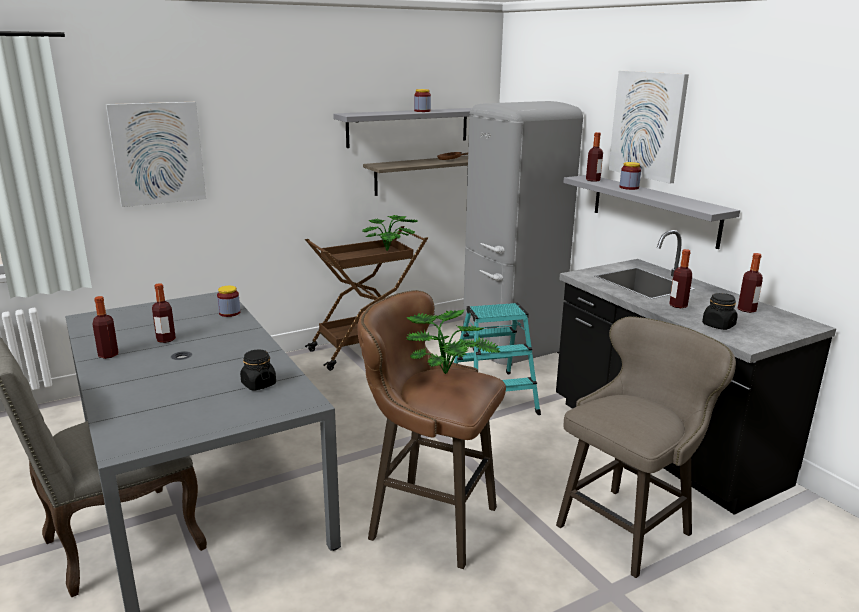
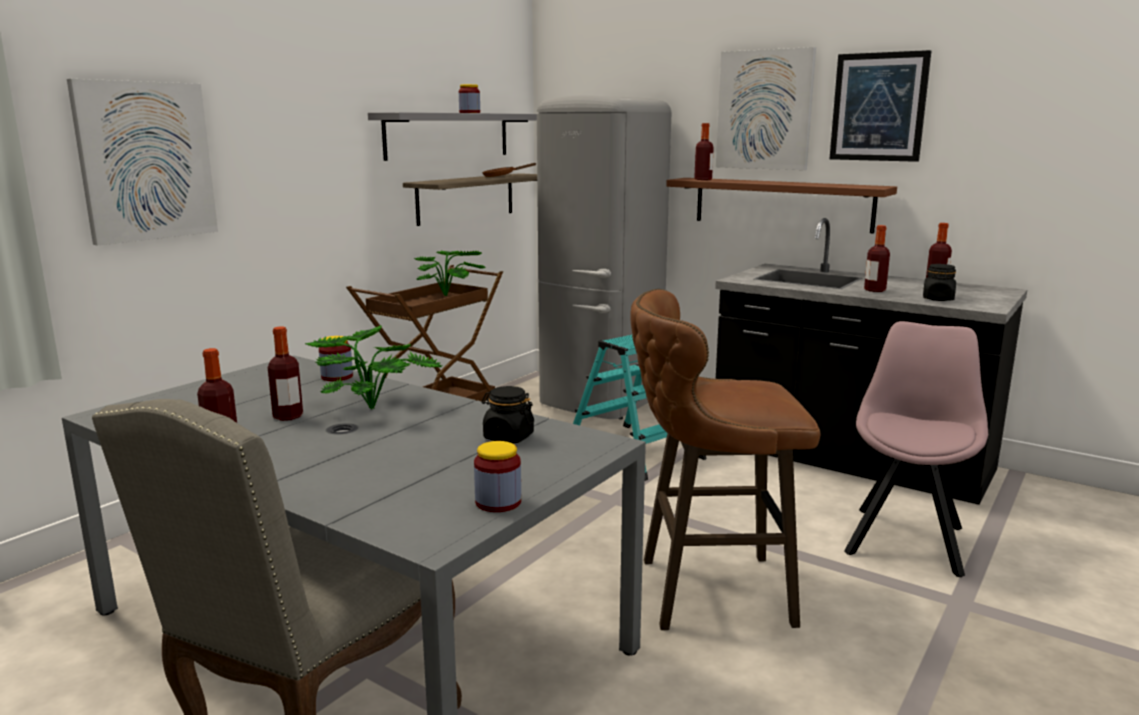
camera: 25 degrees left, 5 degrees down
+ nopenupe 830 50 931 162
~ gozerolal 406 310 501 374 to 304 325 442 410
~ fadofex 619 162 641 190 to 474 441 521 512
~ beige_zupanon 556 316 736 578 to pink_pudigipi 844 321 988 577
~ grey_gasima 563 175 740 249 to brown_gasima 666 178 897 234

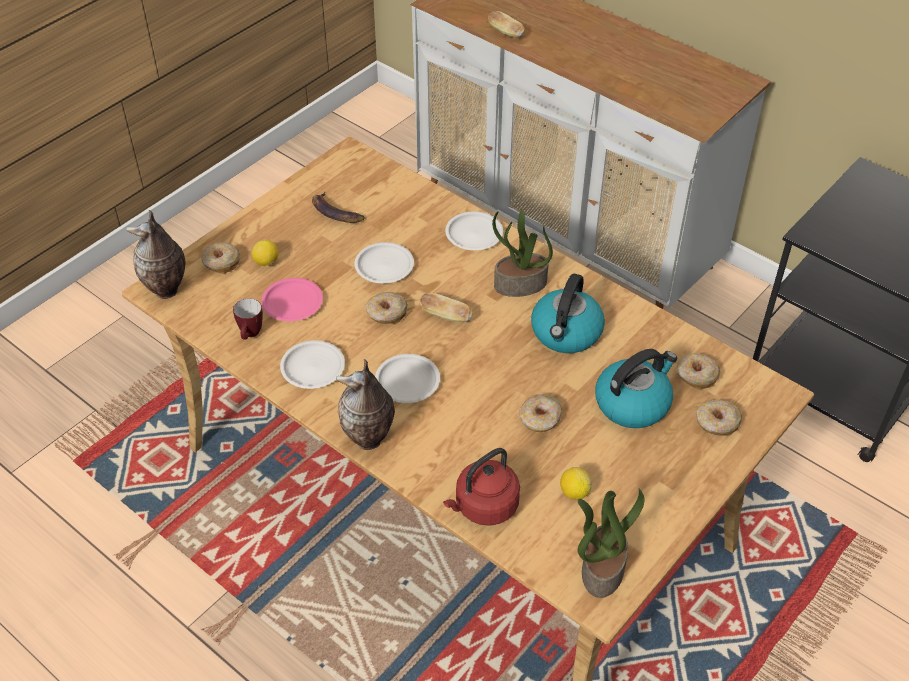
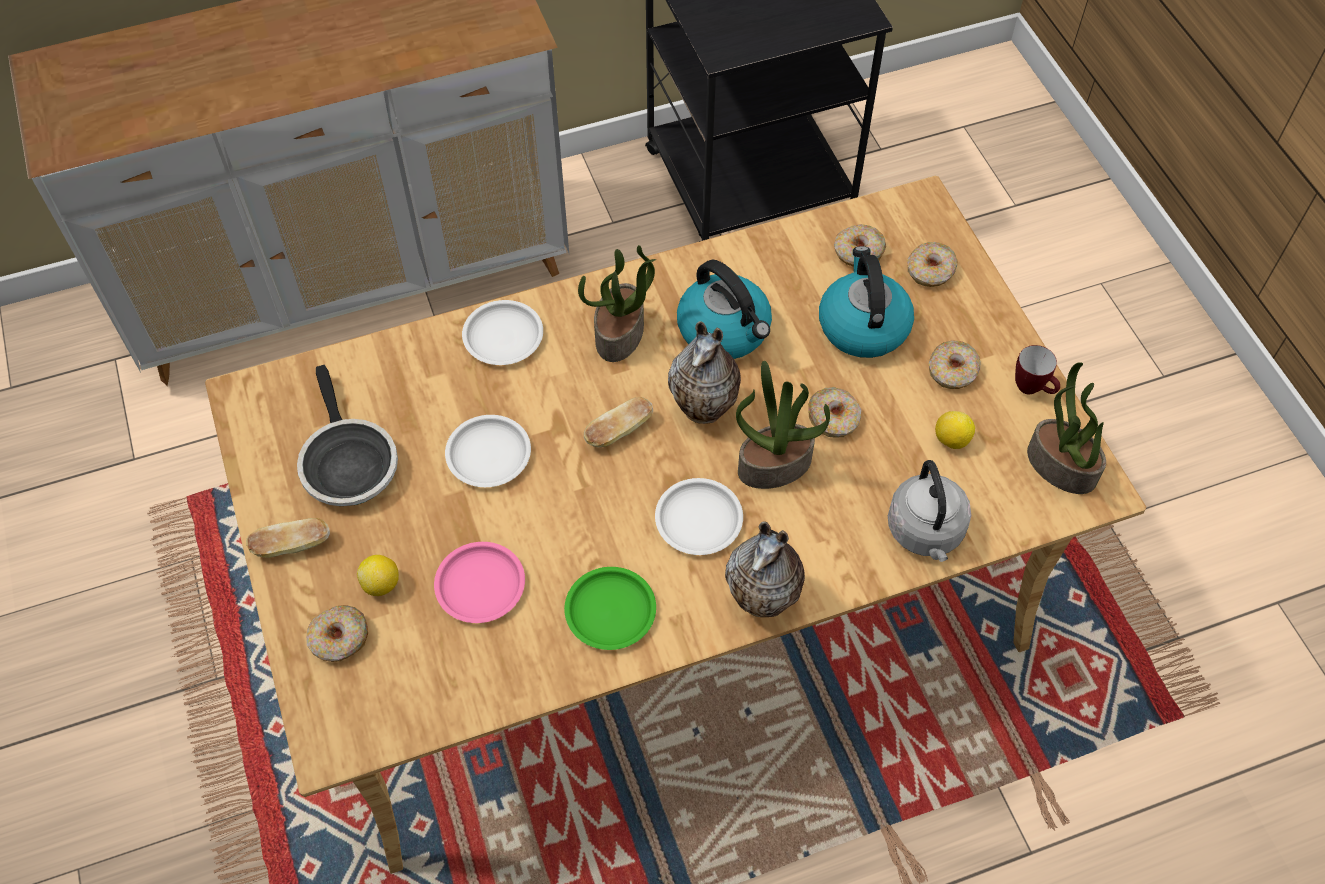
camera: 60 degrees left, 10 degrees up
+ gozerolal 736 361 830 489
~ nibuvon 126 210 186 299 to 668 321 741 424
~ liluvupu 233 298 263 340 to 1015 345 1060 395
~ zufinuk 366 292 408 324 to 928 340 980 389
~ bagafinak 488 11 524 38 to 246 518 330 558
~ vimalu 312 191 365 223 to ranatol 297 365 398 506
~ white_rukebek 280 340 345 389 to green_rukebek 564 567 656 650
~ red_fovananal 443 448 520 526 to grey_fovananal 888 460 971 562

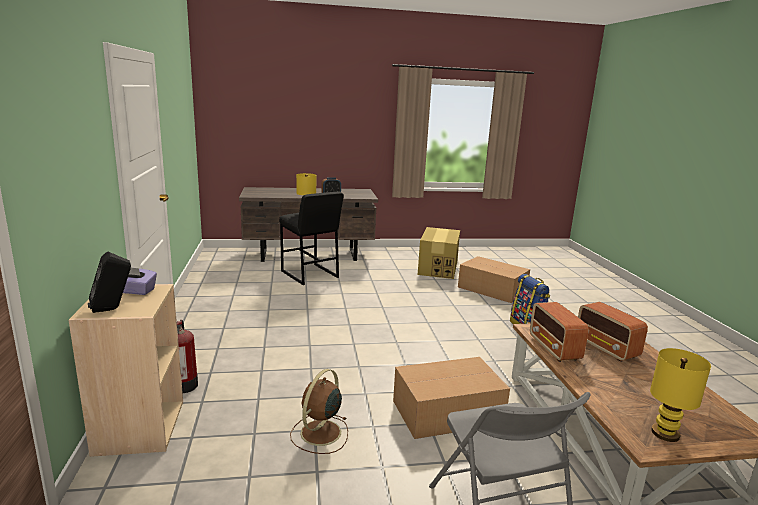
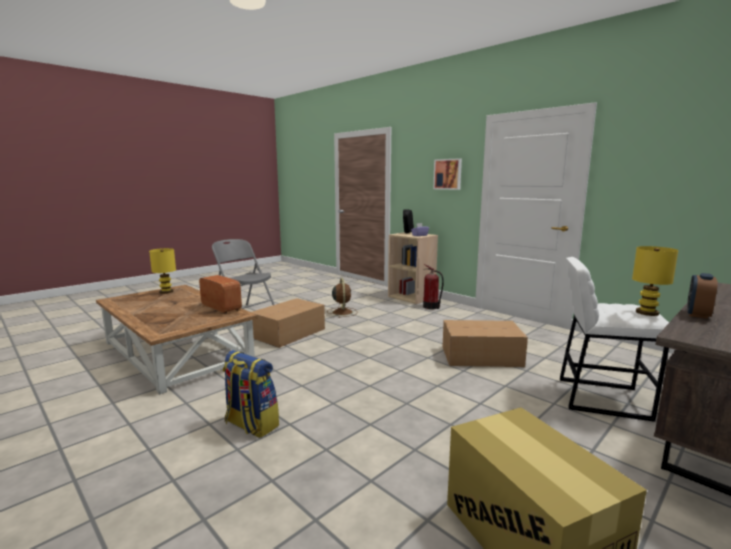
camera: 145 degrees right, 5 degrees down
- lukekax 578 302 648 362
+ nopenupe 433 158 462 190
~ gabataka 458 256 530 303 to 443 320 528 367
~ black_zupanon 279 192 344 285 to white_zupanon 560 257 669 422

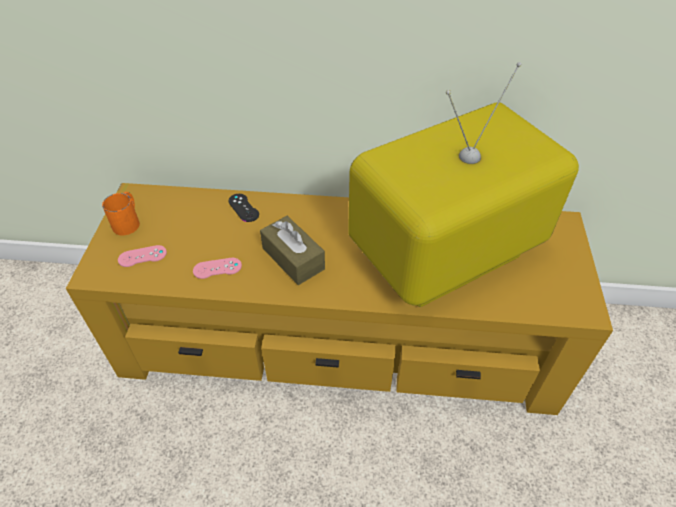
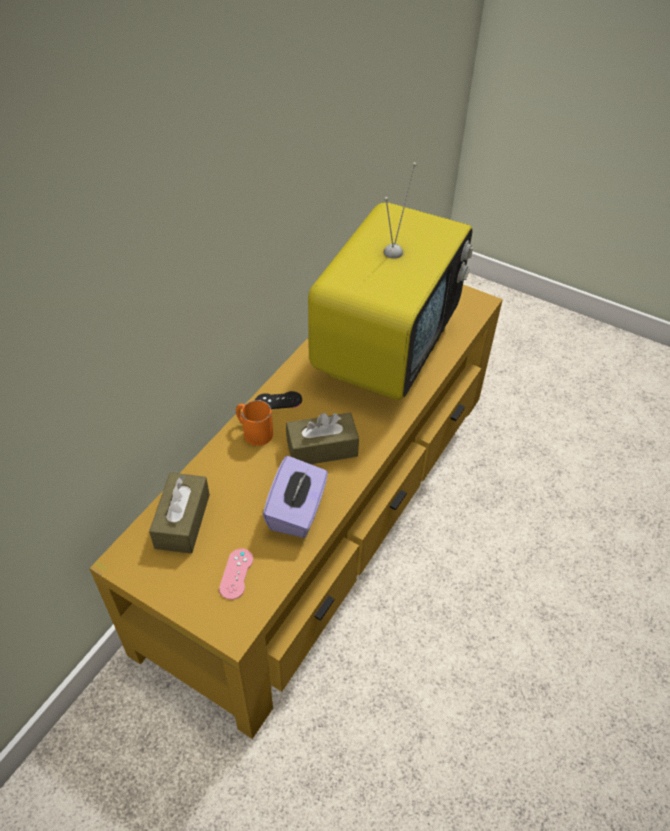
camera: 65 degrees left, 0 degrees up
+ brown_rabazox 149 473 210 554
~ orange_liluvupu 102 192 140 235 to 236 400 273 446
~ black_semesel 228 194 259 222 to 255 391 302 409
~ pink_semesel 193 258 242 279 to purple_rabazox 263 456 328 538
~ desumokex 348 62 579 307 = 308 162 473 400 150 degrees counterclockwise

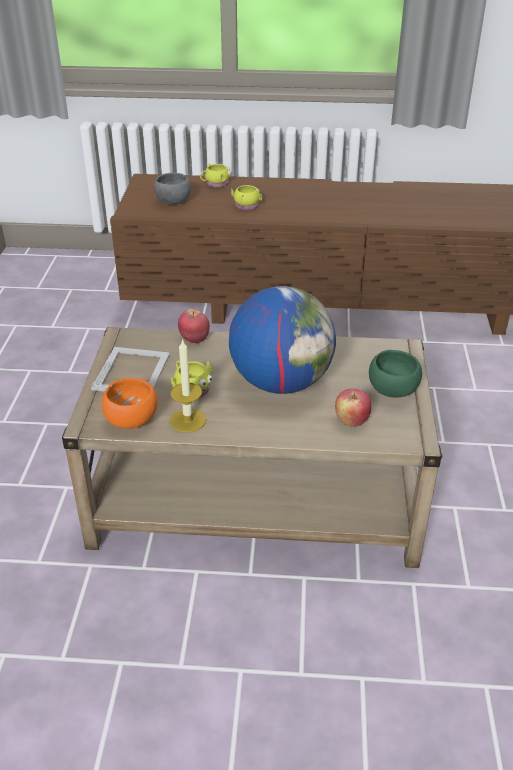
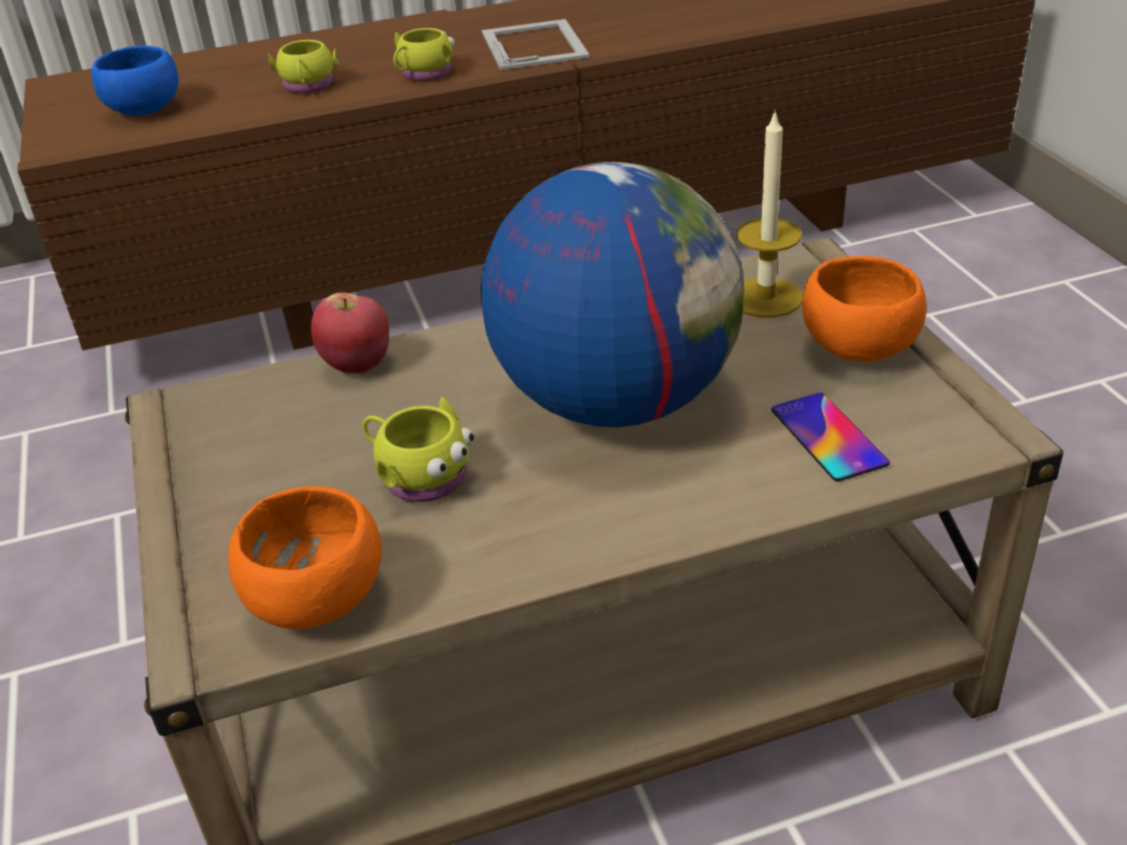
camera: 20 degrees left, 0 degrees up
~ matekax 91 347 170 392 to 482 19 590 70
~ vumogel 170 338 206 432 to 737 109 803 318
~ yellow_liluvupu 200 164 231 188 to 393 28 455 81
~ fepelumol 335 389 371 427 to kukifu 771 393 890 481
~ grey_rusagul 154 173 191 205 to blue_rusagul 92 46 178 116
~ green_rusagul 369 350 422 397 to orange_rusagul 802 256 927 362

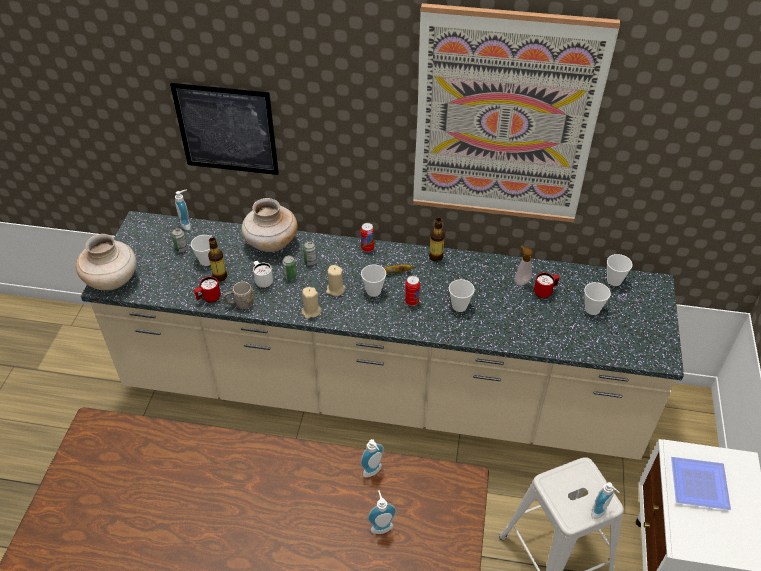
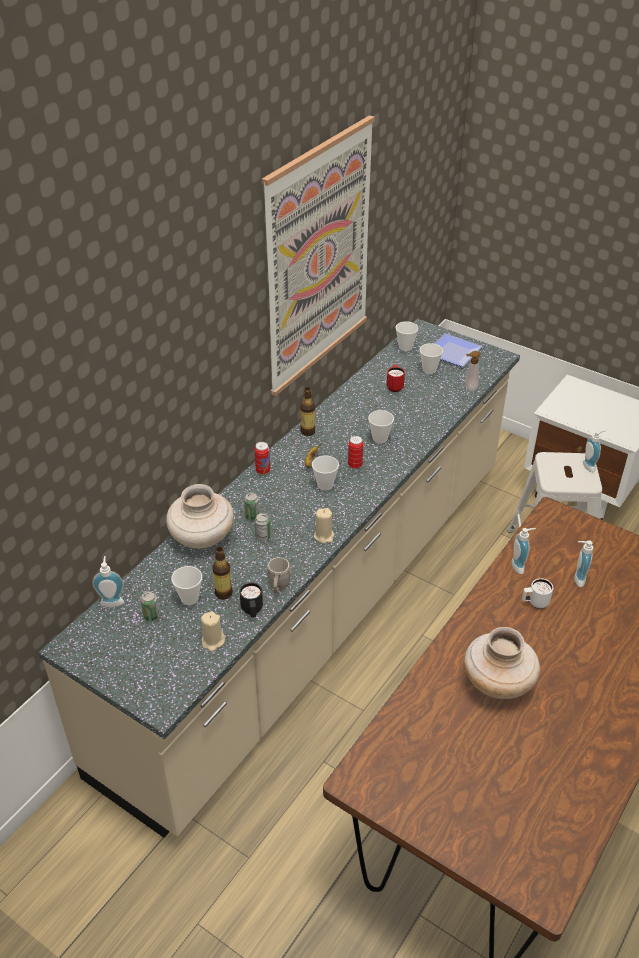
camera: 65 degrees left, 5 degrees down
- nopenupe 170 83 279 175
~ beige_nibuvon 76 234 137 290 to 464 627 540 699
~ white_liluvupu 253 261 273 288 to 522 578 553 609
~ beige_vumogel 326 265 345 296 to 201 611 225 652
~ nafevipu 514 246 533 286 to 465 351 480 392
~ rukebek 671 457 731 510 to 434 333 482 367
~ red_liluvupu 194 277 221 303 to black_liluvupu 240 583 263 618

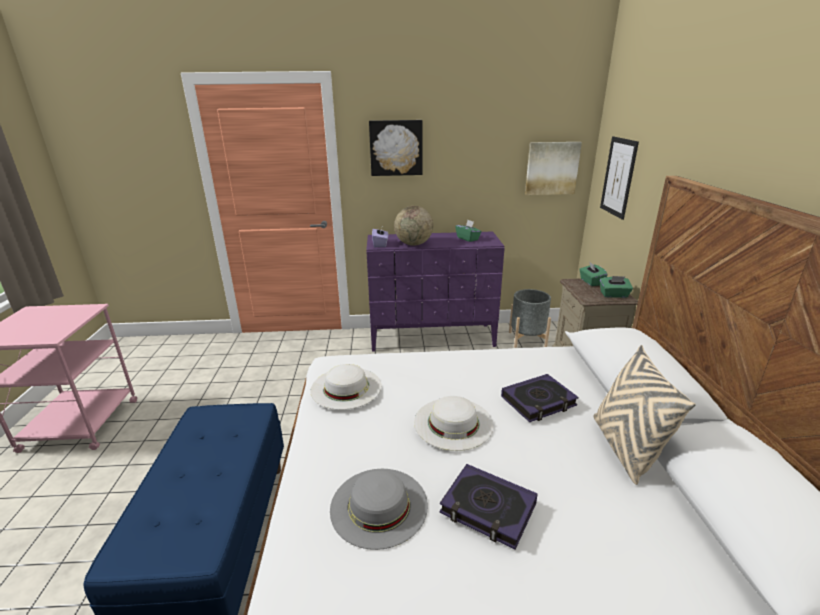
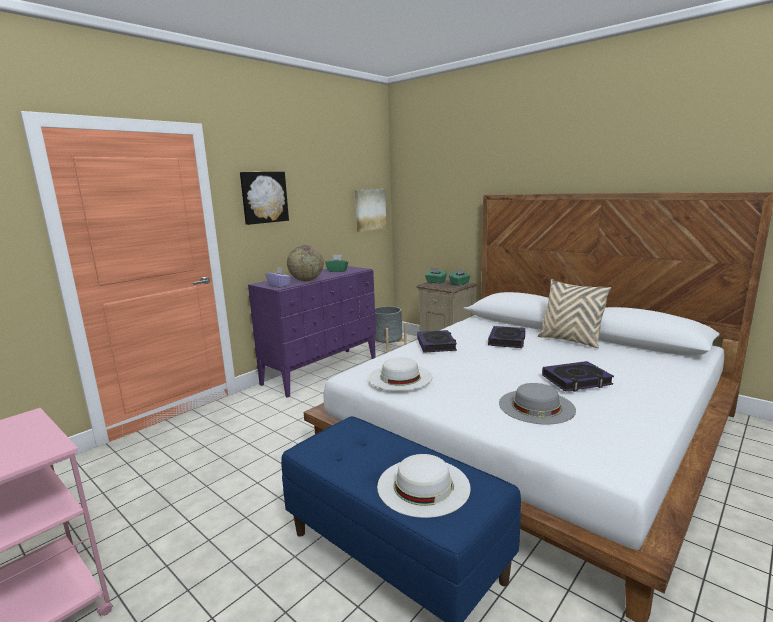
camera: 45 degrees left, 10 degrees down
- nopenupe 600 136 639 220
+ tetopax 417 330 457 353
~ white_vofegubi 414 396 494 451 to 377 454 471 518

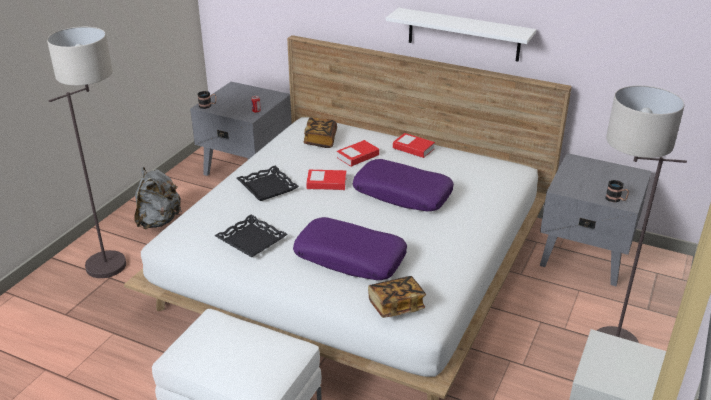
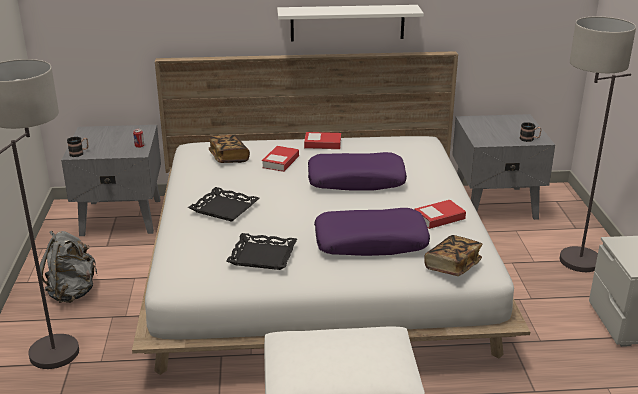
camera: 30 degrees left, 5 degrees down
~ tetopax 306 170 346 190 to 414 200 466 229

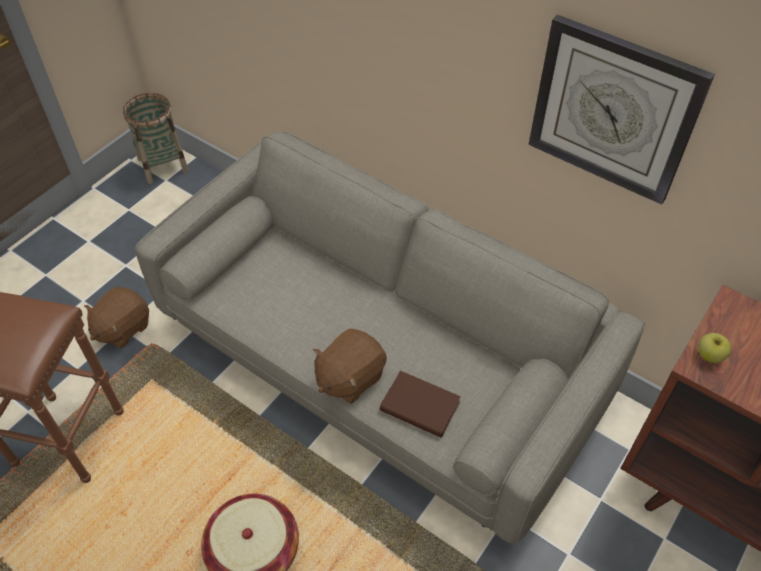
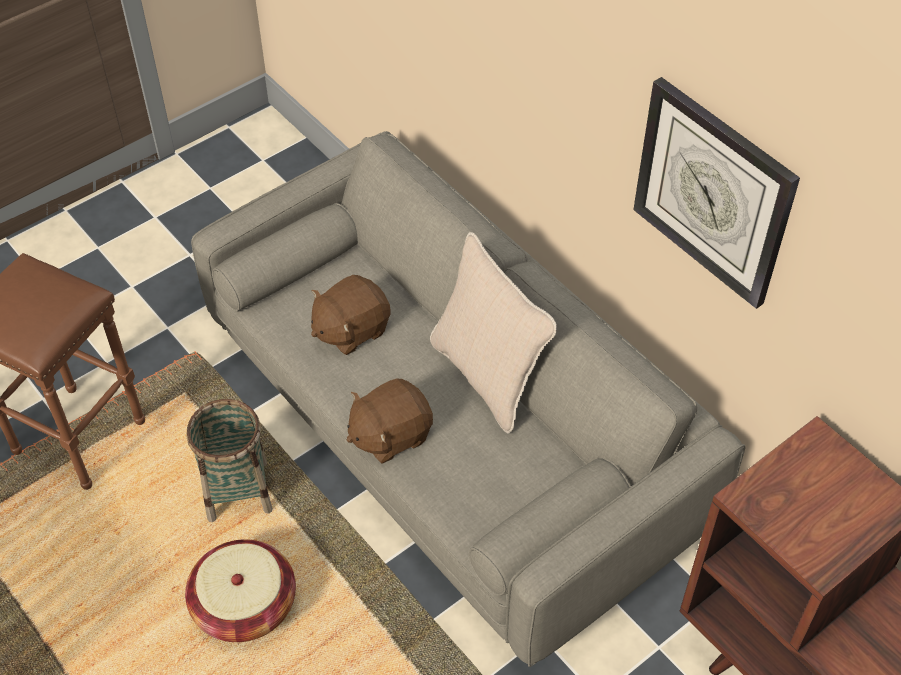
camera: 15 degrees right, 0 degrees up
- brown_tetopax 380 371 461 438
- fepelumol 698 333 731 363
+ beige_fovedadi 430 232 557 434
~ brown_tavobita 84 287 149 348 to 311 275 391 355
~ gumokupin 123 93 189 184 to 186 399 273 522

